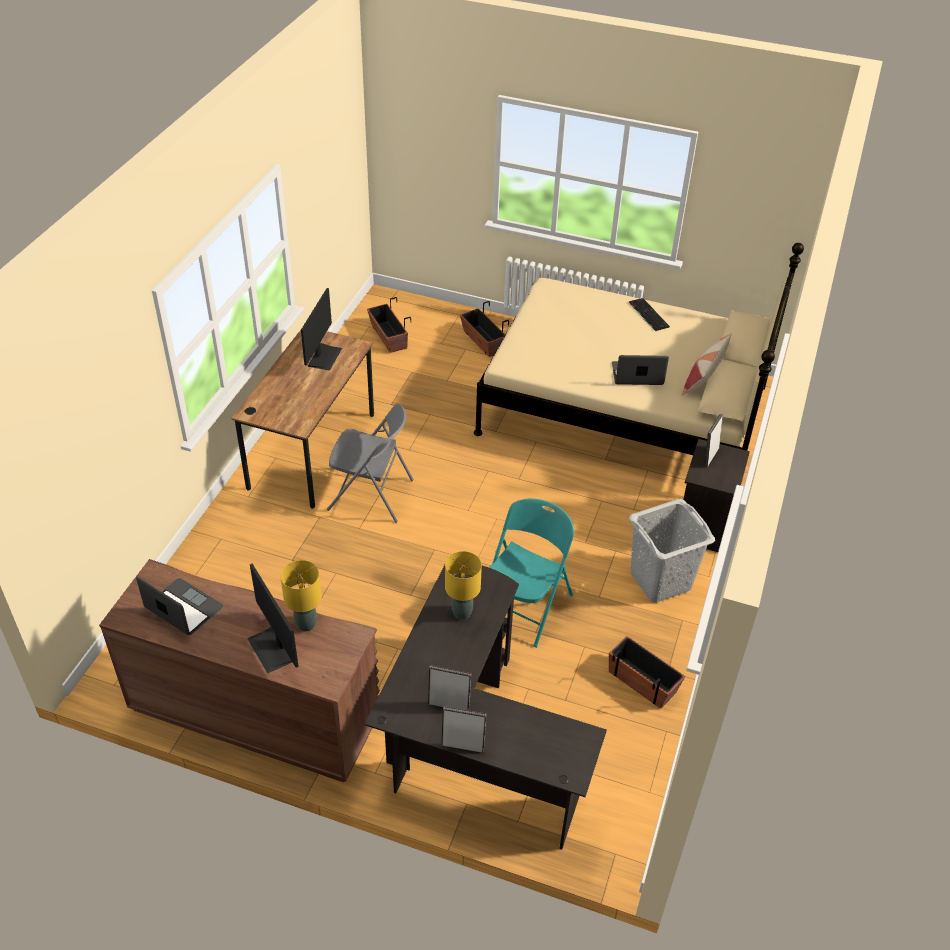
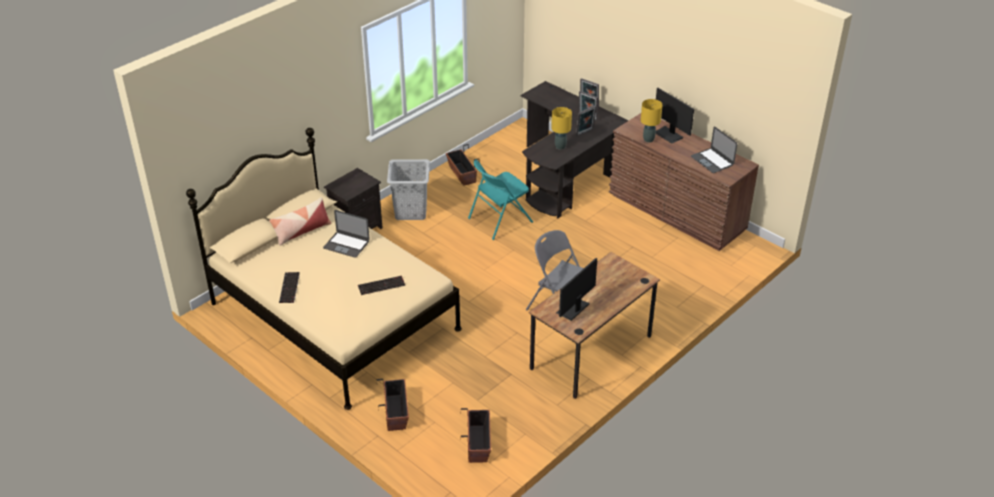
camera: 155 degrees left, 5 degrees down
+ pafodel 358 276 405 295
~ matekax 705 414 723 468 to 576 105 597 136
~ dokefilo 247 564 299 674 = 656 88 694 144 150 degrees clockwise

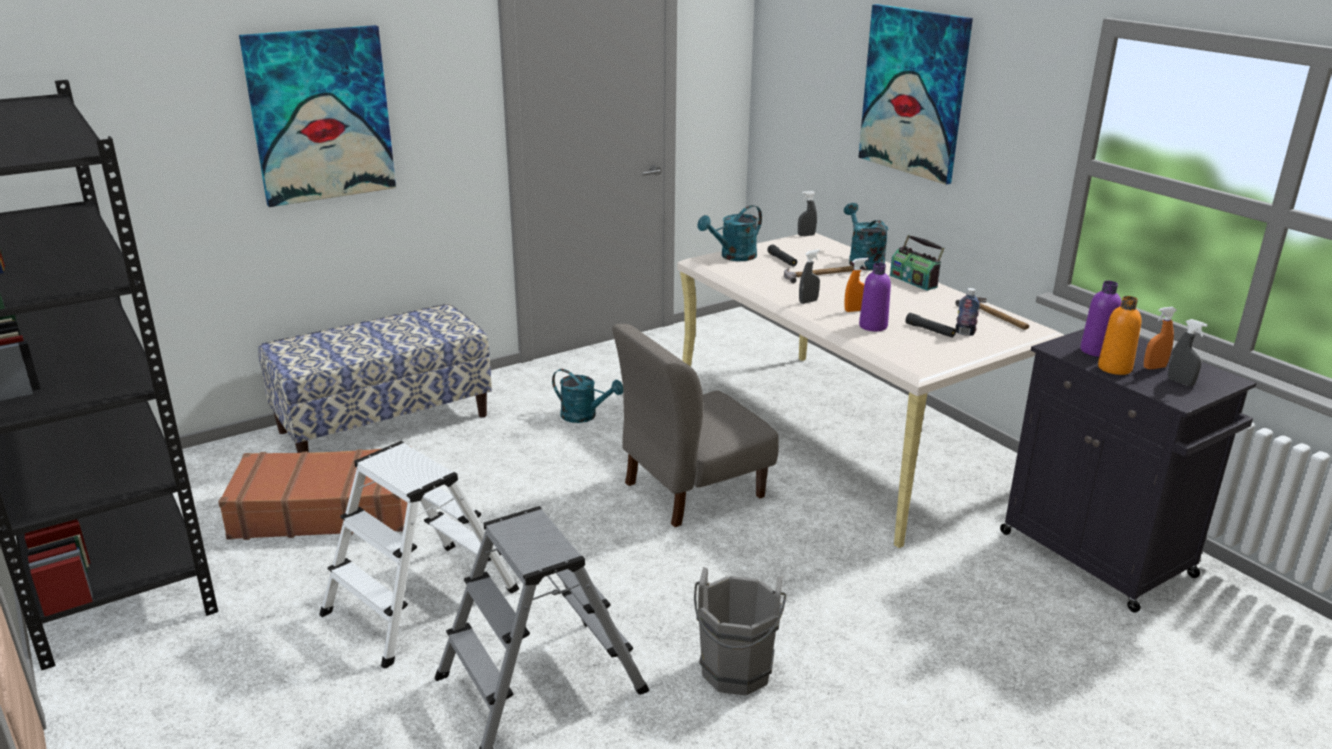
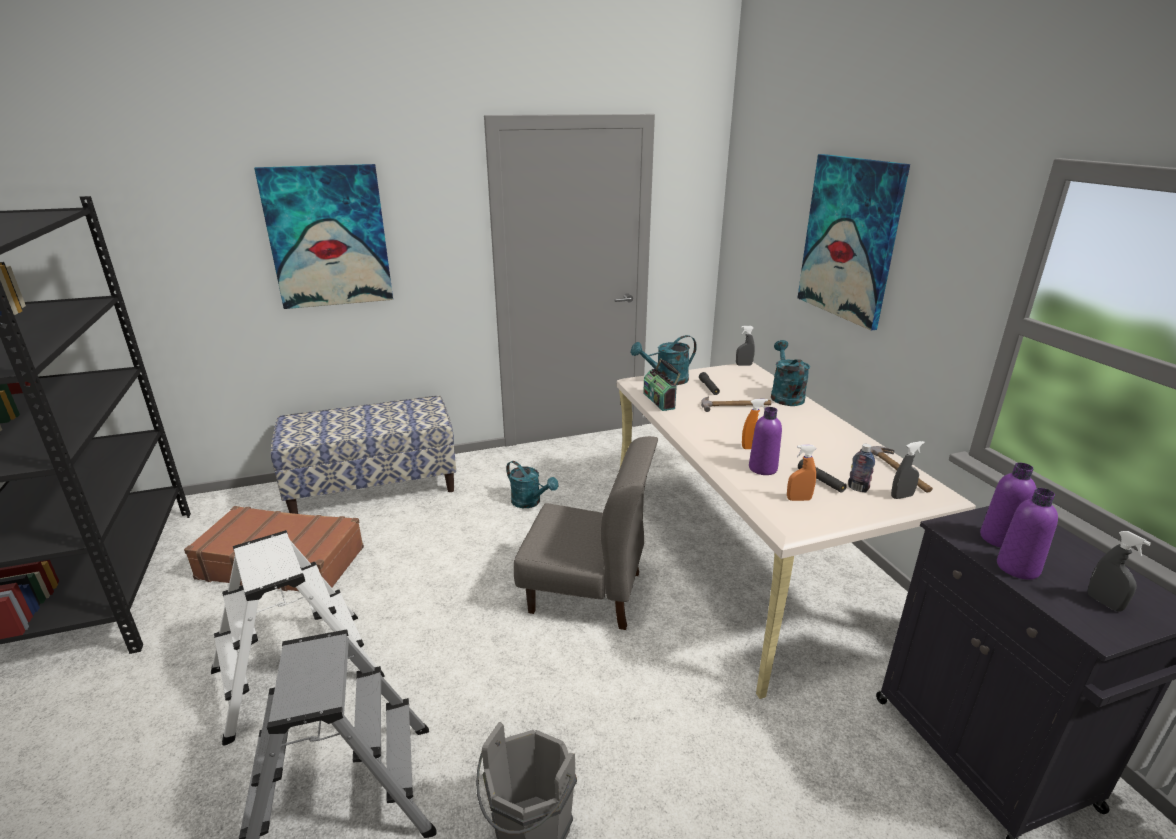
camera: 15 degrees right, 0 degrees up
~ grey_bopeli 799 249 820 304 to 891 441 925 499
~ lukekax 890 235 945 291 to 643 358 681 411
~ orange_bopeli 1144 307 1177 369 to 787 445 817 501
~ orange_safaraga 1098 296 1141 375 to purple_safaraga 997 488 1058 580
~ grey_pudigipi 612 324 779 527 = 514 436 658 630 150 degrees counterclockwise

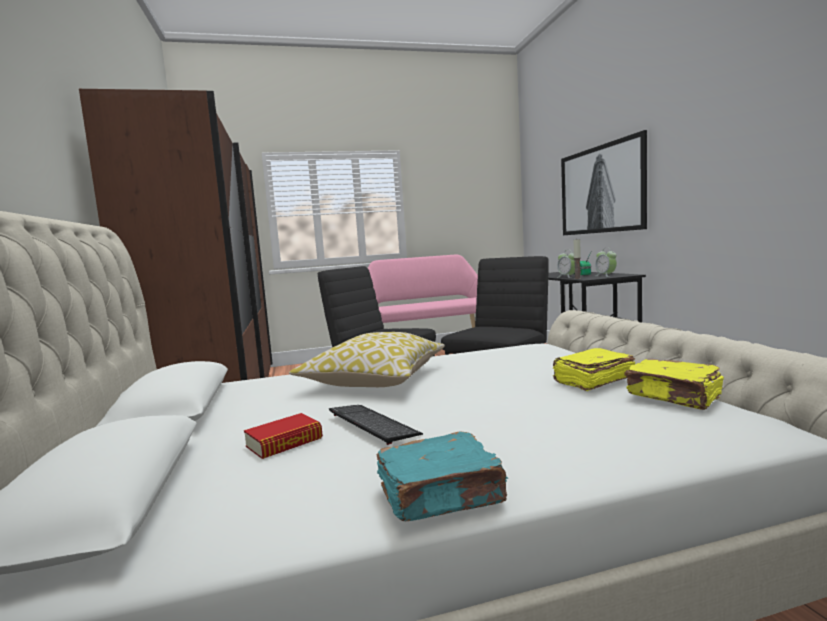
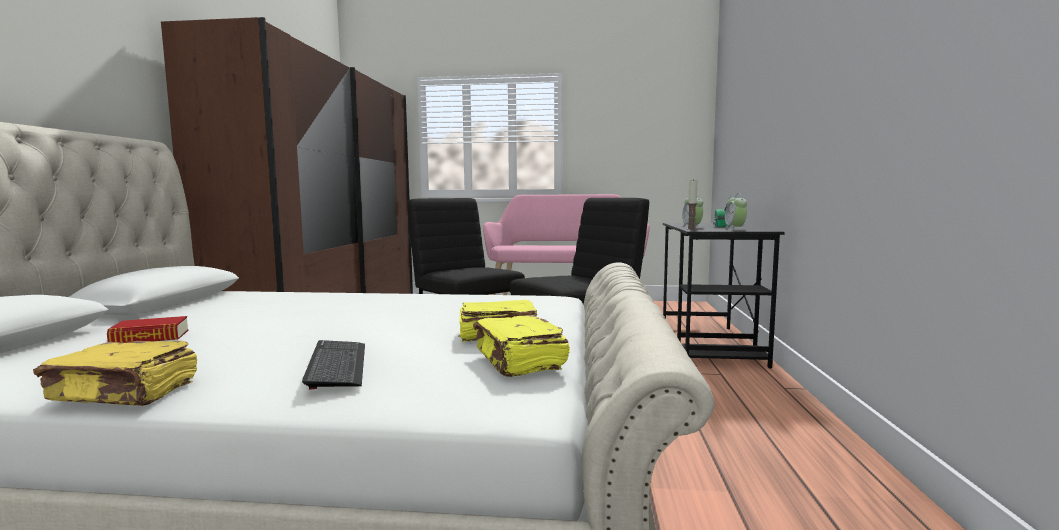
camera: 20 degrees right, 0 degrees up
- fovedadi 289 332 445 387
- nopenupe 561 130 647 235
~ pafodel 329 405 423 445 to 302 340 365 390
~ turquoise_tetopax 377 431 508 521 to yellow_tetopax 33 341 197 406

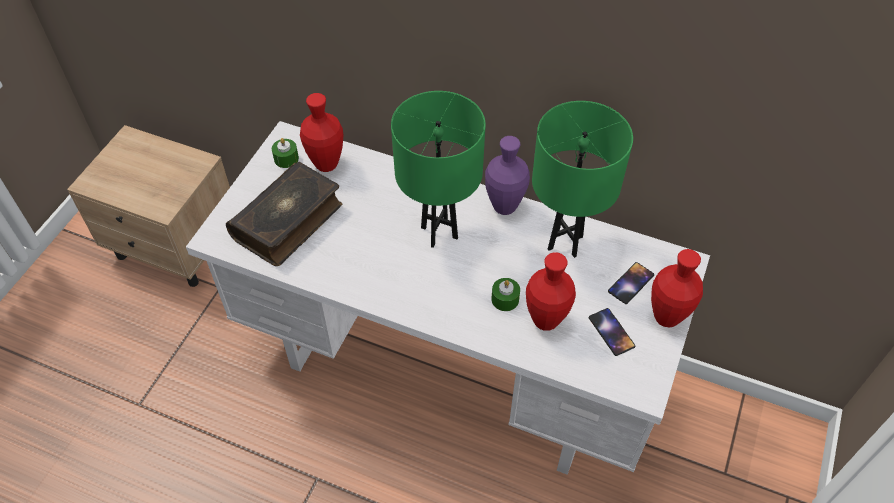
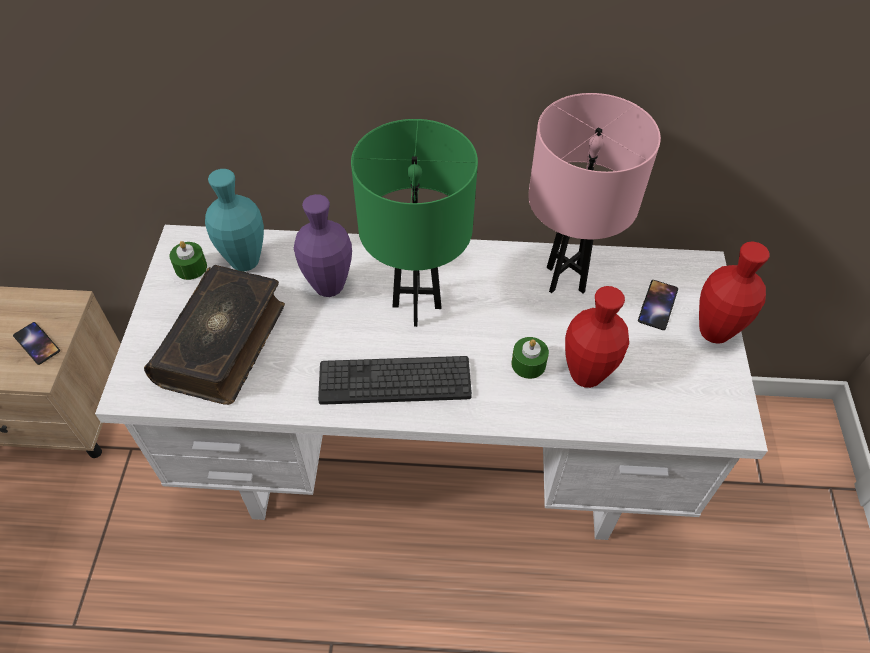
camera: 20 degrees left, 0 degrees up
+ pafodel 318 356 472 405
~ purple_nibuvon 485 136 530 215 to 294 194 352 297
~ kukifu 589 308 636 356 to 13 322 60 365
~ red_nibuvon 300 93 343 172 to turquoise_nibuvon 205 169 264 271
~ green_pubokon 532 101 633 258 to pink_pubokon 528 93 661 293

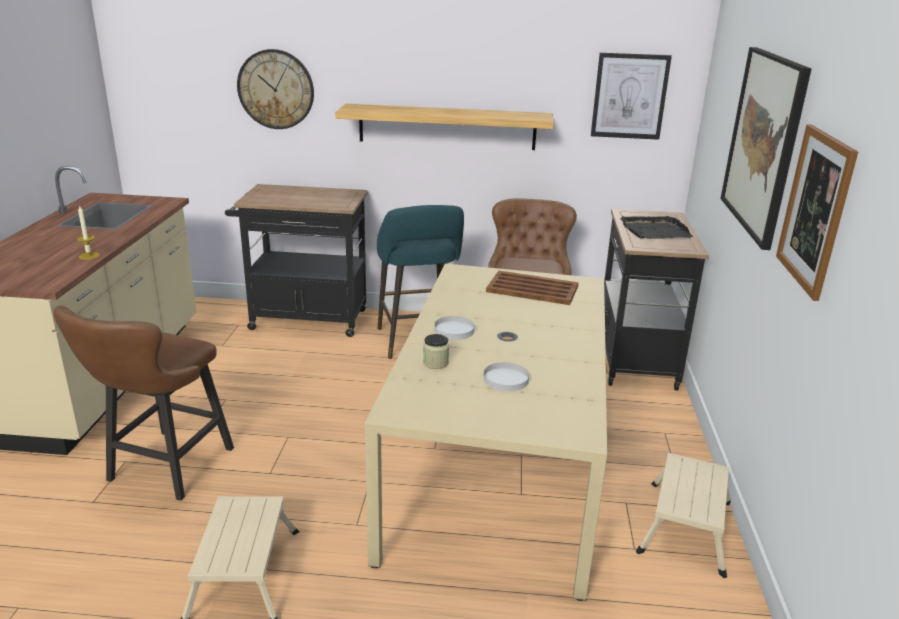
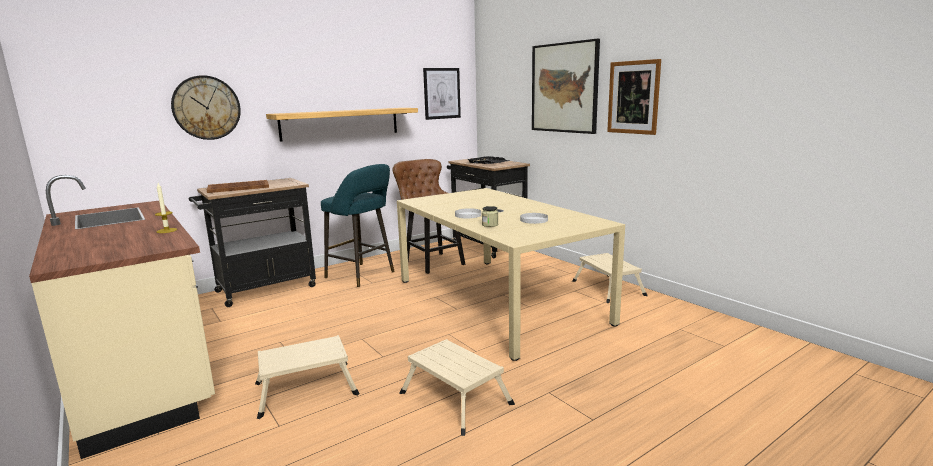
camera: 40 degrees left, 10 degrees down
~ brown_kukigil 486 271 578 305 to 207 180 269 193
~ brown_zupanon 53 306 234 501 to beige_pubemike 255 335 360 419

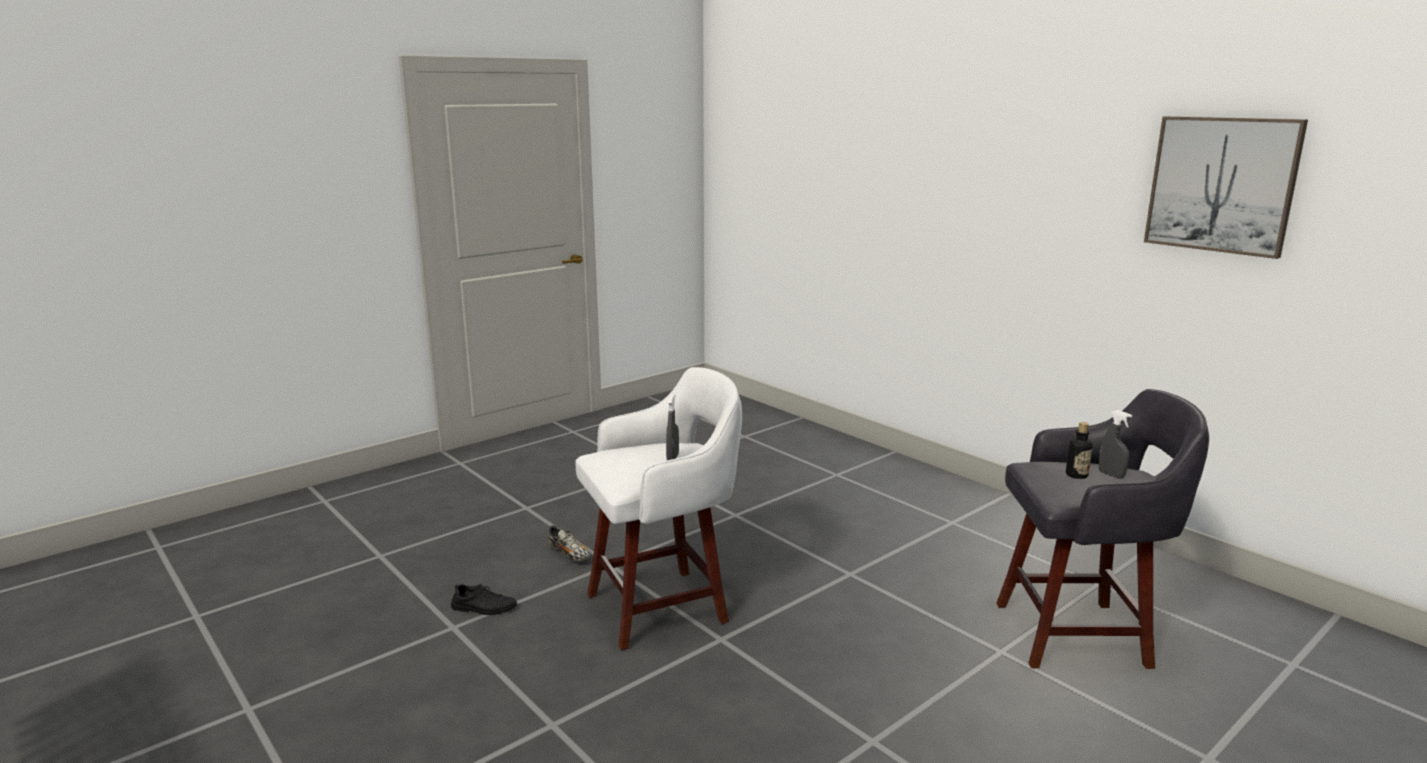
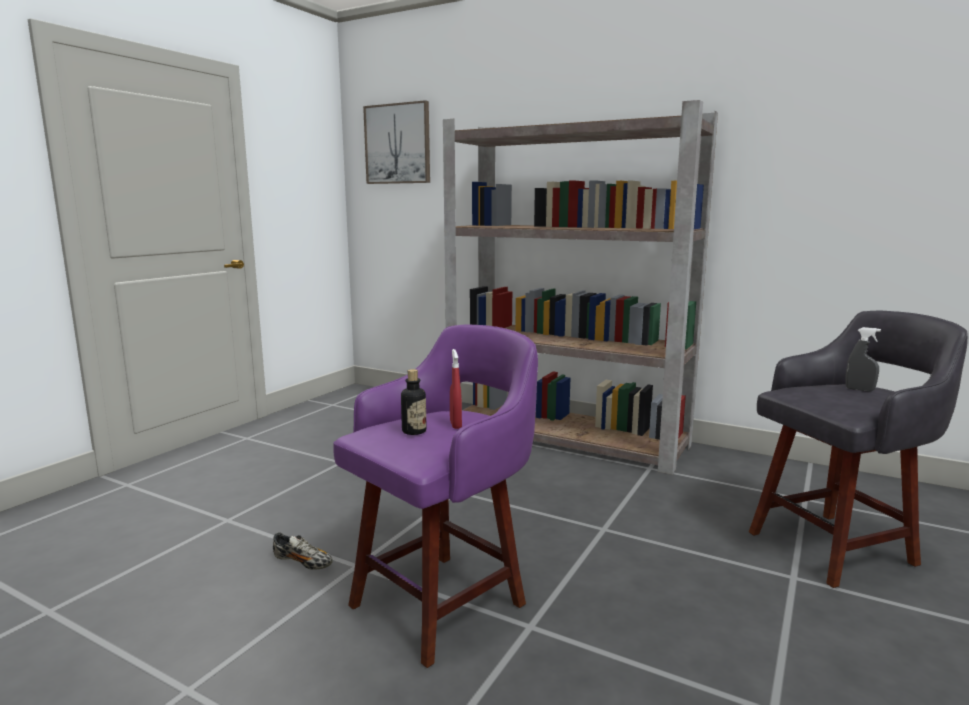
camera: 20 degrees left, 5 degrees down
- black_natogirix 451 584 517 615
+ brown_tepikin 443 100 718 475
~ safaraga 1066 422 1093 479 to 401 369 426 435
~ nopenupe 1144 116 1308 259 to 363 100 430 184
~ white_zupanon 576 367 742 650 to purple_zupanon 333 325 538 668
~ grey_bopeli 666 394 679 460 to red_bopeli 450 349 462 429

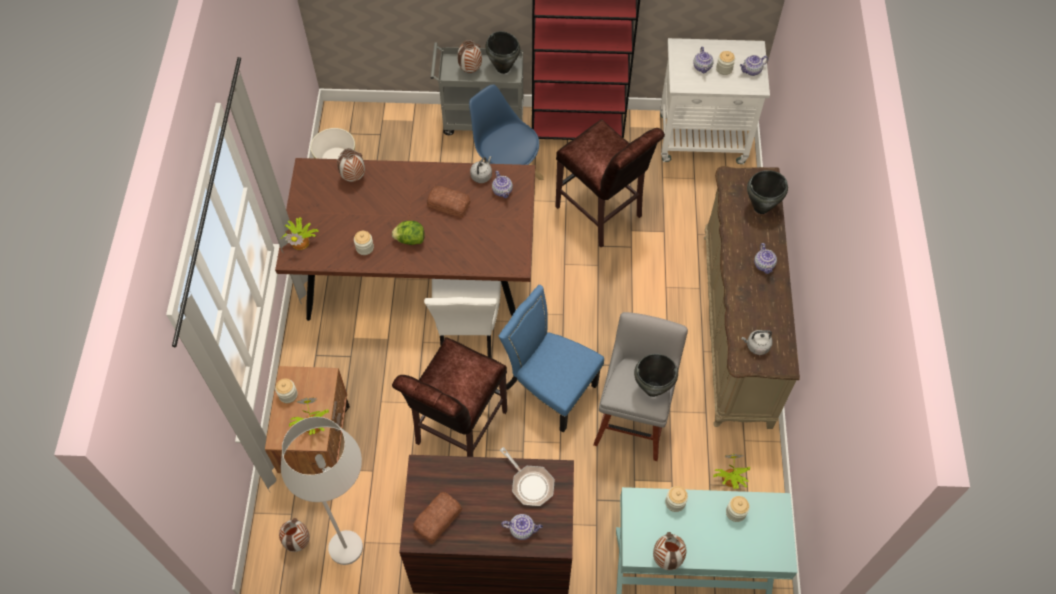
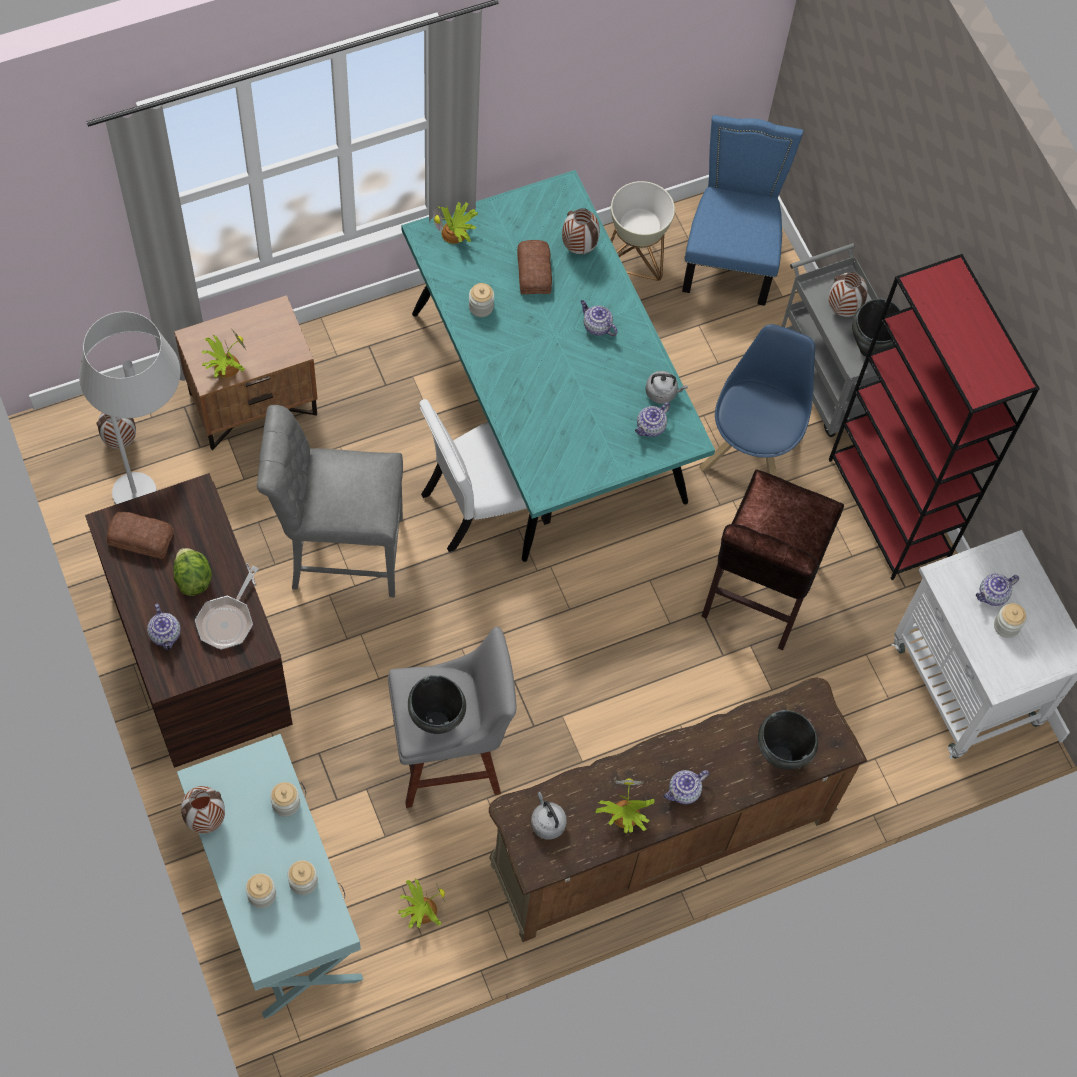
camera: 60 degrees right, 5 degrees up
+ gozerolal 596 778 654 833
~ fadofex 275 378 298 403 to 245 873 276 908
~ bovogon 392 221 424 245 to 173 548 212 596
~ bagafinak 427 186 471 218 to 517 240 552 294
~ blue_pudigipi 499 285 604 433 to 682 115 803 306
~ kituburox 740 55 768 76 to 580 300 618 336
~ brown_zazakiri 275 158 535 321 to turquoise_zazakiri 402 170 715 562
~ brown_zupanon 392 337 507 457 to grey_zupanon 257 405 403 598

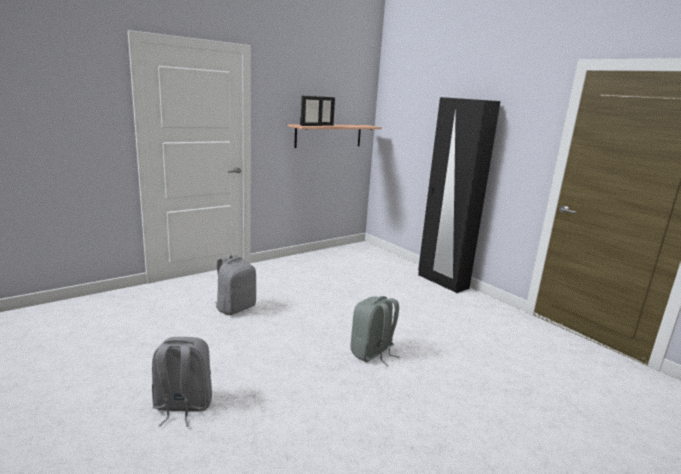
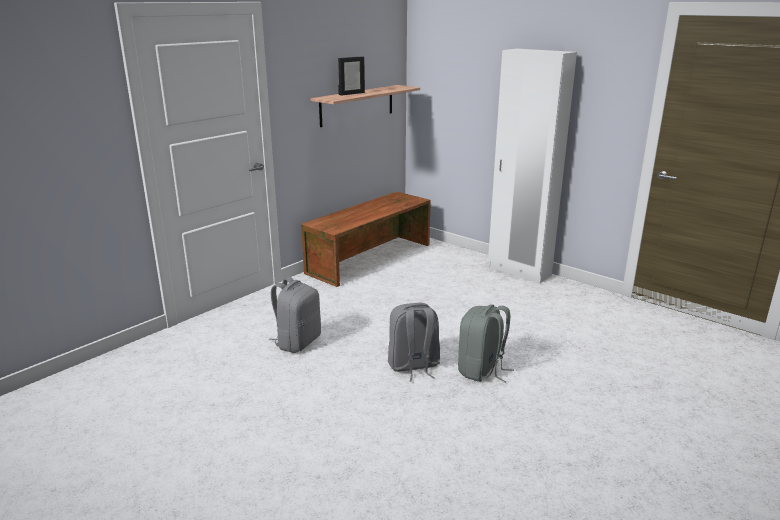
camera: 10 degrees left, 5 degrees up
- matekax 300 96 323 126
+ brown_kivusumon 301 192 431 287
~ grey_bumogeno 152 337 212 427 to 388 303 440 382
~ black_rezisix 418 97 501 293 to white_rezisix 488 49 577 283

